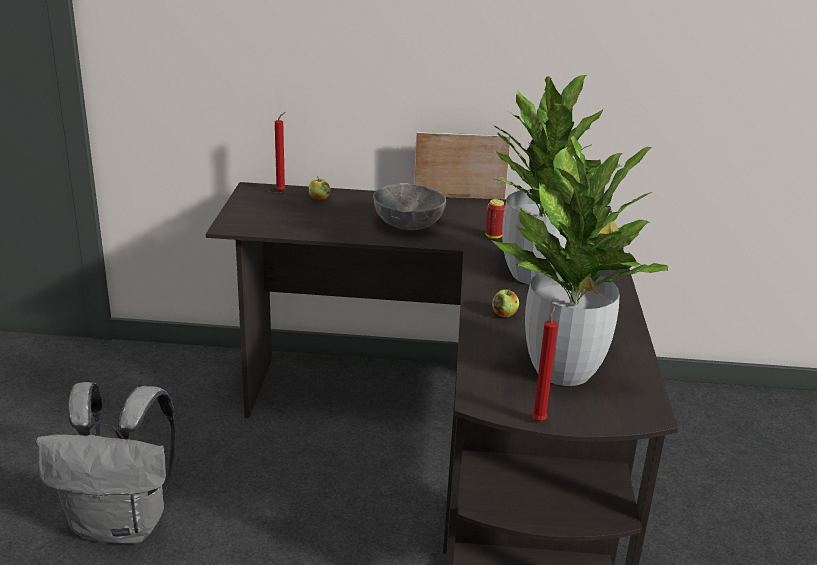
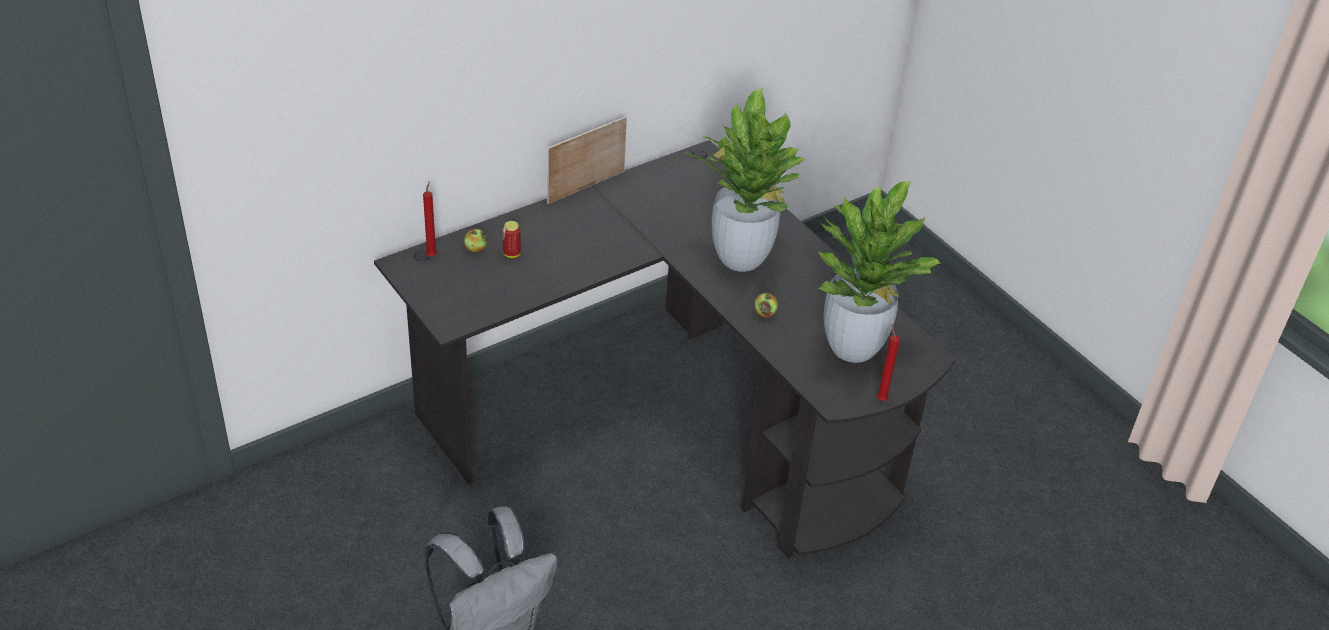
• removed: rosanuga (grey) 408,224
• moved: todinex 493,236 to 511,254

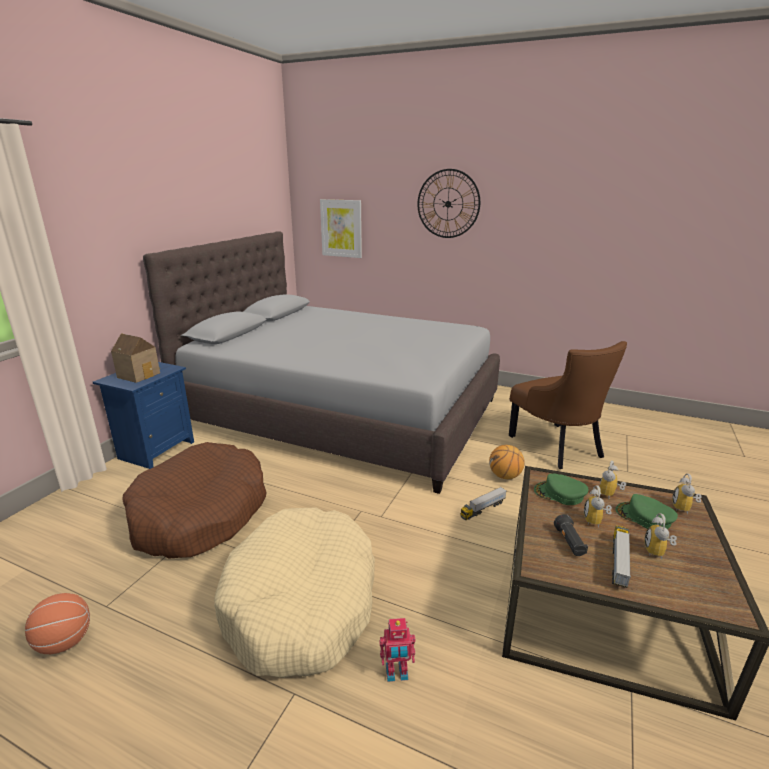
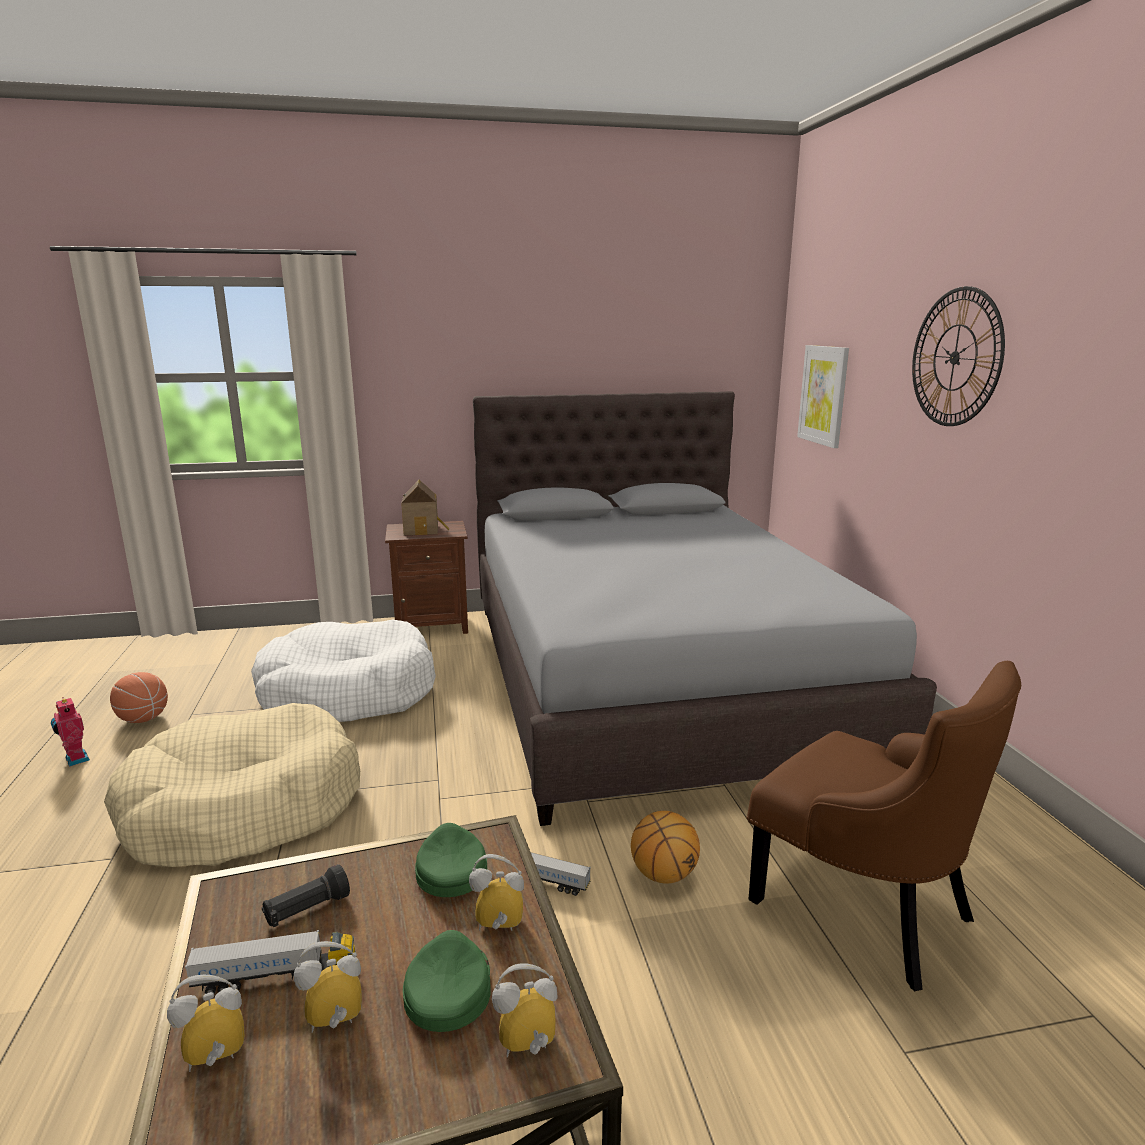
• recoloured: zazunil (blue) 155,450 to zazunil (brown) 431,625
• recoloured: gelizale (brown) 200,514 to gelizale (white) 347,692
• moved: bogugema 397,674 to 75,759
• turned: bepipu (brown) 555,445 = 858,906 75 degrees counterclockwise
• moved: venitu 596,521 to 214,1062

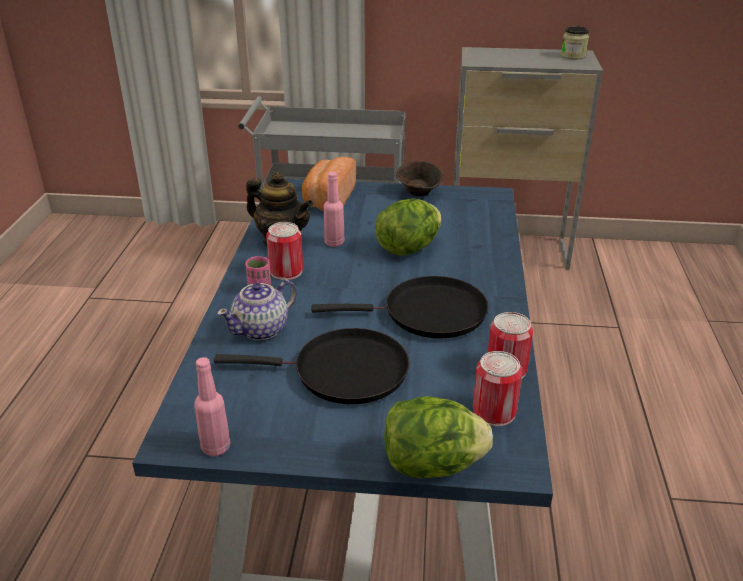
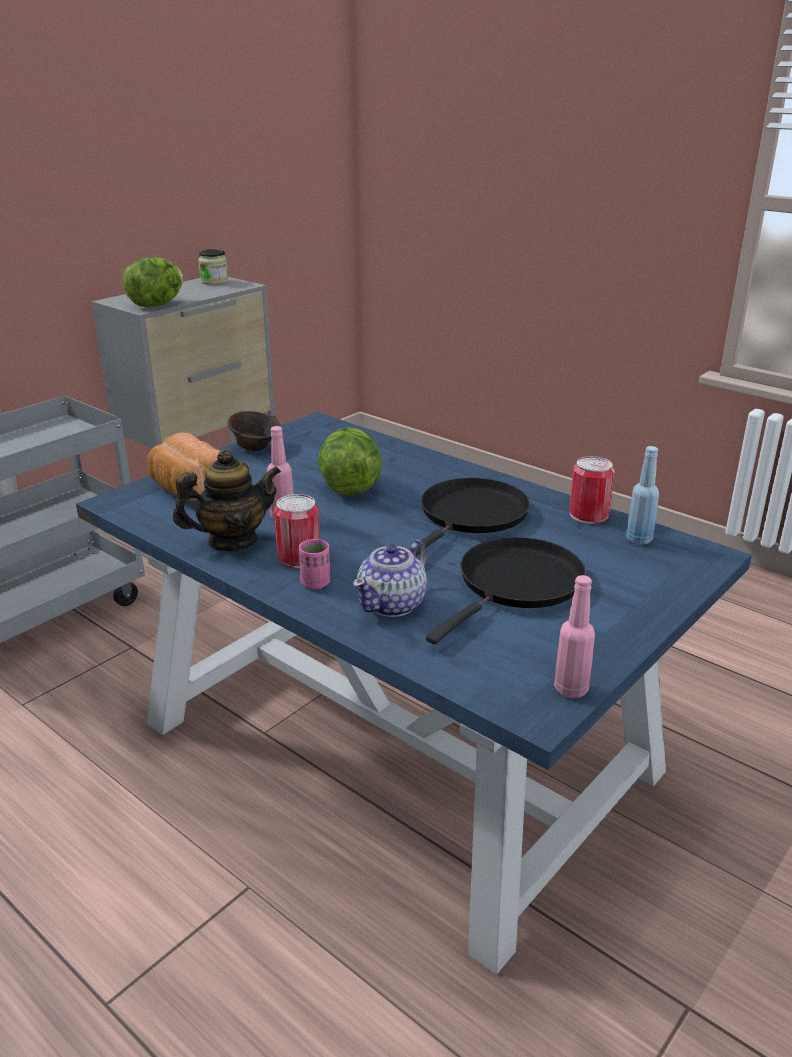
• turned: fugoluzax 262,329 = 393,604 45 degrees clockwise
• moved: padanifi 432,465 to 156,305
• replaced: todinex 494,411 to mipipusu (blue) 638,539

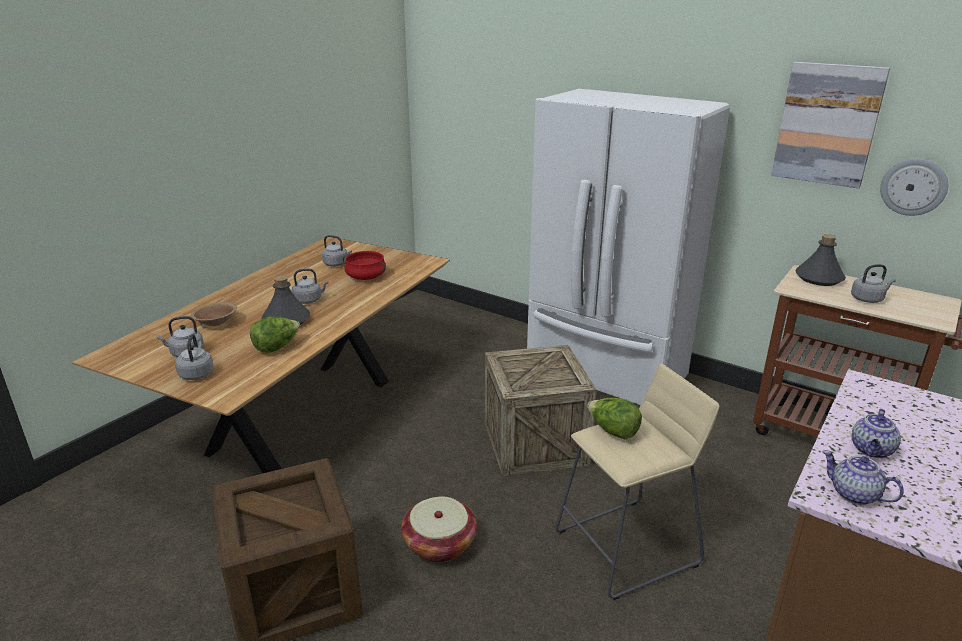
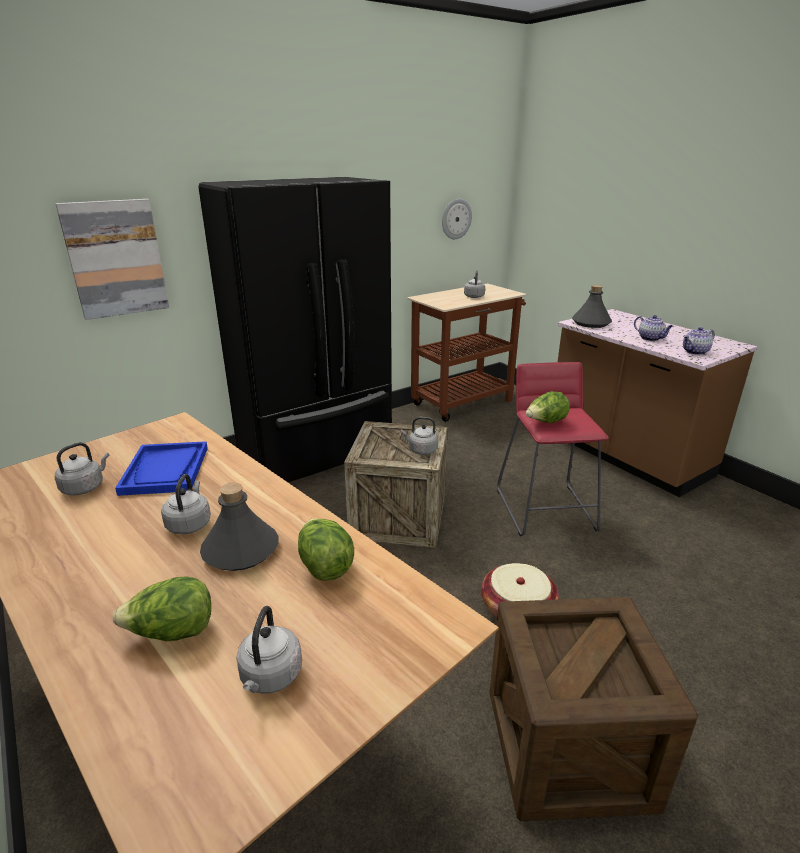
• moved: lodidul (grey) 197,373 to 421,450
• replaced: rosanuga (brown) 216,322 to padanifi 172,633
• replaced: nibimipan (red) 365,277 to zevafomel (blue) 165,470
• recoloured: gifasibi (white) 603,373 to gifasibi (black) 319,454
• recoloured: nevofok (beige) 626,547 to nevofok (red) 545,509
• moved: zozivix 827,124 to 115,259
• moved: mipipusu (grey) 819,278 to 591,323

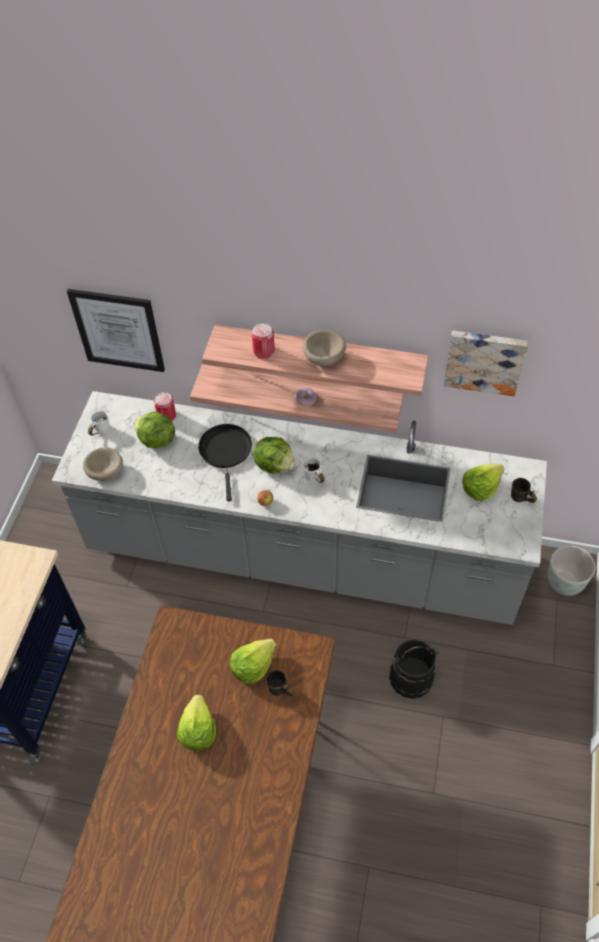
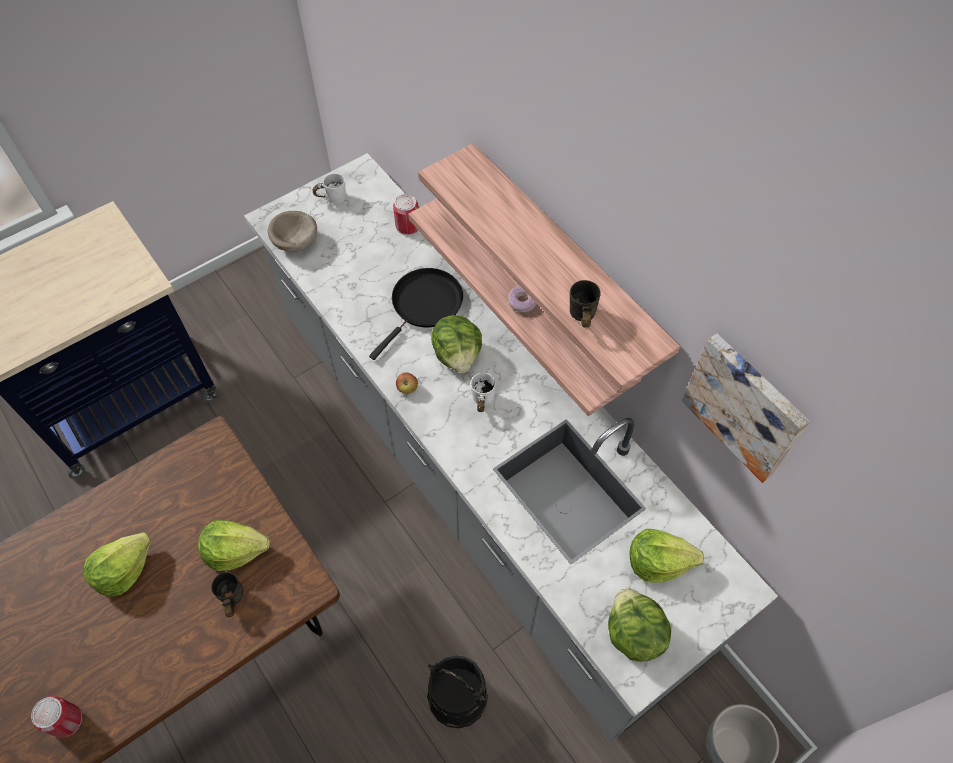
• removed: zozivix 118,330
• moved: padanifi 156,440 to 633,634
• moved: todinex 264,351 to 66,720
• removed: rosanuga (beige) 323,358
• moved: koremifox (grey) 520,500 to 579,317

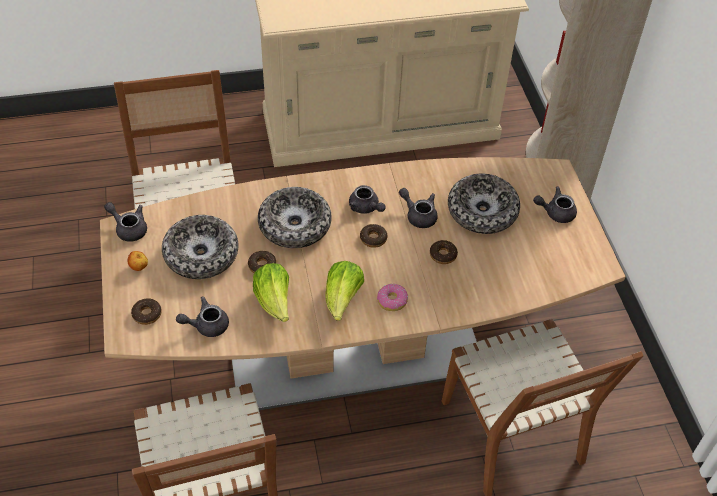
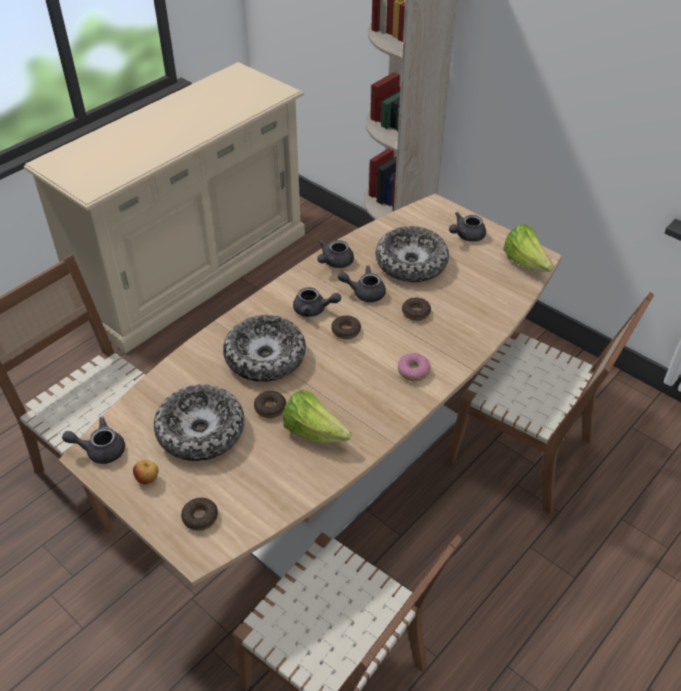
• moved: fugoluzax (grey) 206,325 to 334,262
• moved: padanifi 342,299 to 525,263

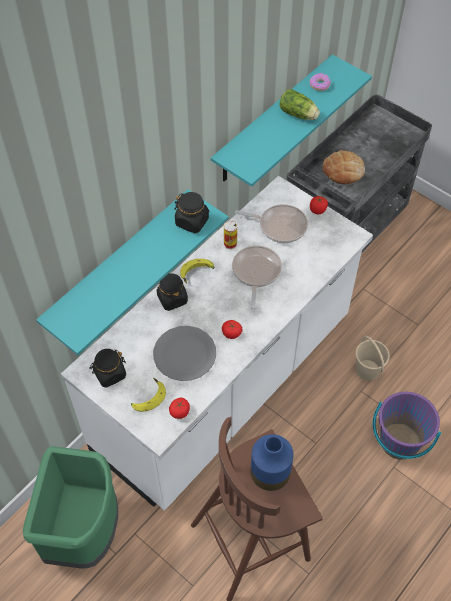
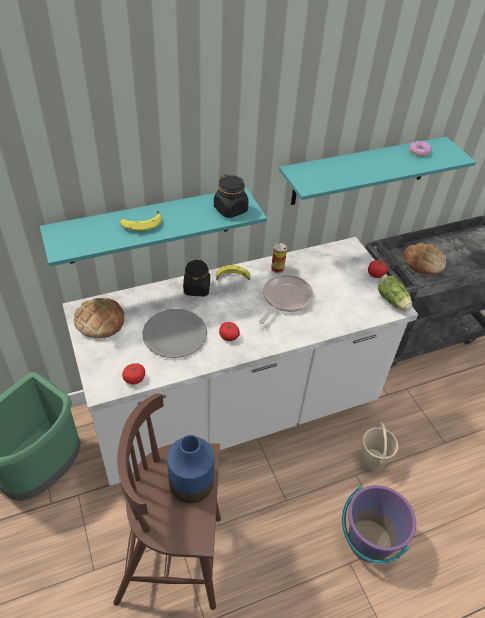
• replaced: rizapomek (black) 109,374 to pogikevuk 100,321
• moved: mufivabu 147,397 to 141,223
• removed: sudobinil 279,226
• moved: padanifi 299,114 to 393,302

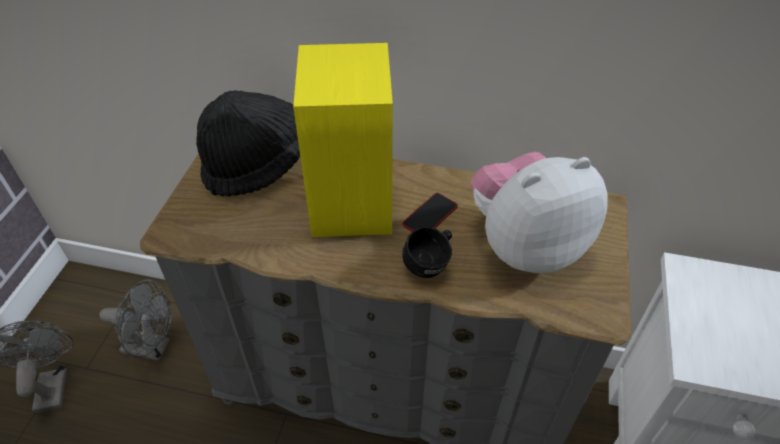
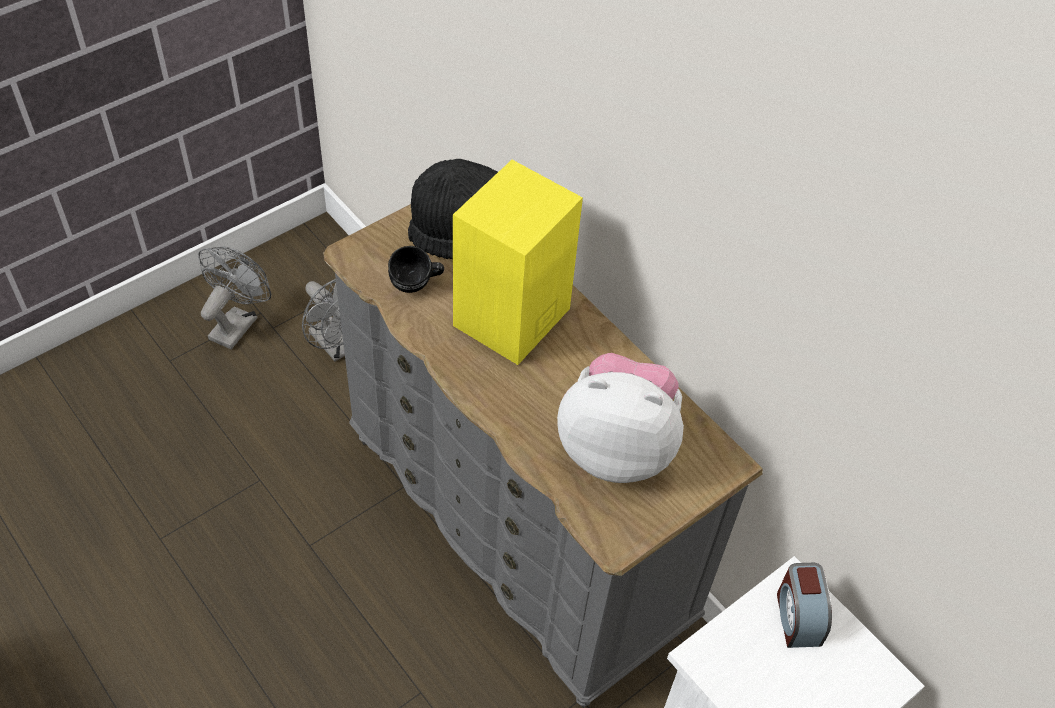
• removed: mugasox 430,216
• moved: koremifox (black) 431,265 to 416,285
• added: venitu 797,617

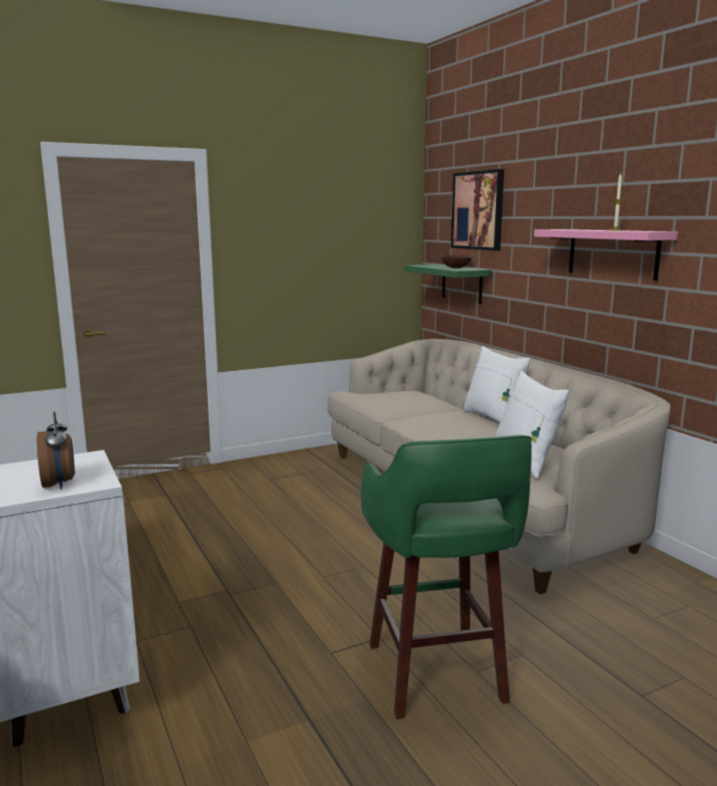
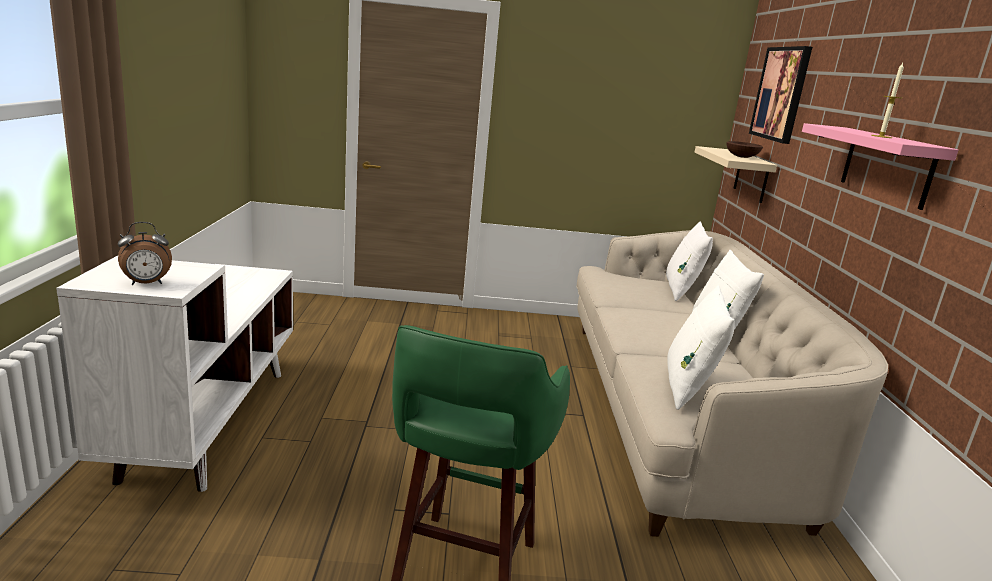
• turned: venitu 59,484 = 147,284 60 degrees clockwise
• recoloured: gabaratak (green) 462,283 to gabaratak (beige) 751,176
• added: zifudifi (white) 681,291

